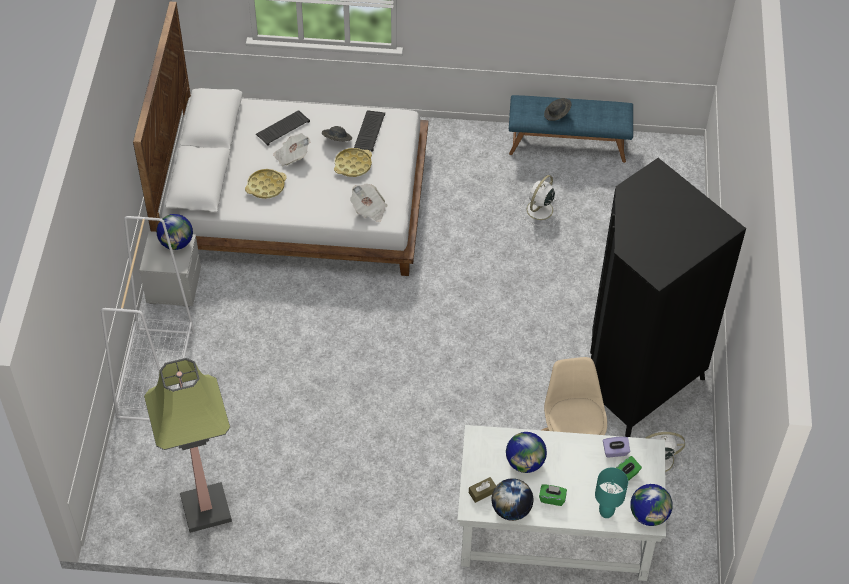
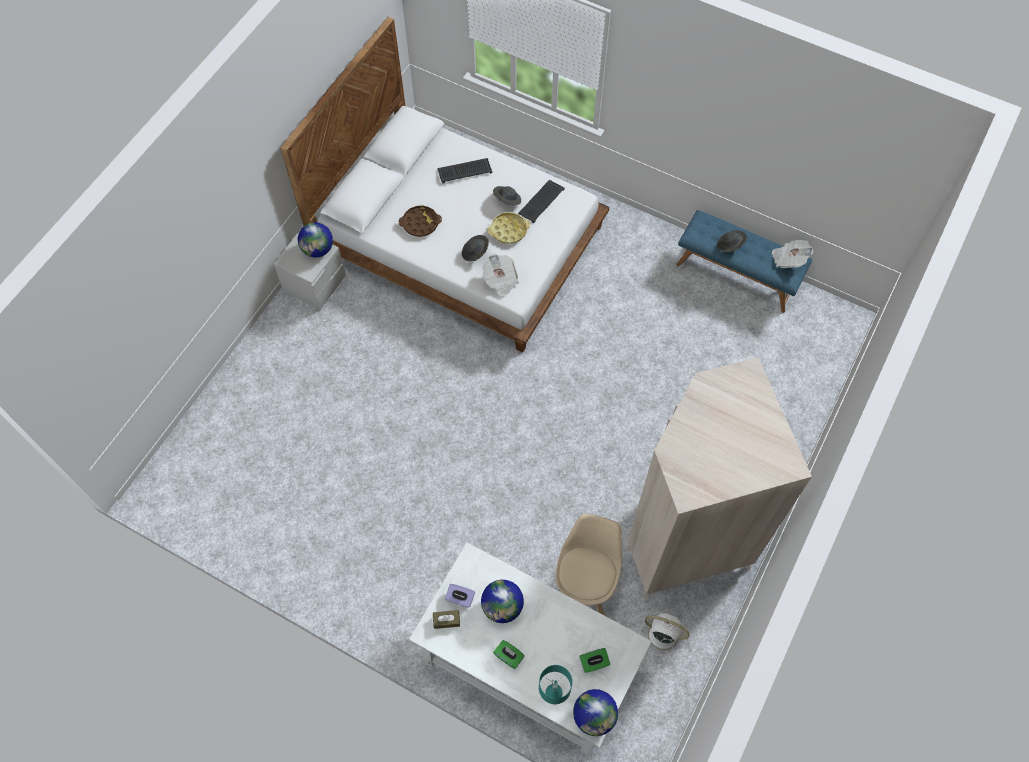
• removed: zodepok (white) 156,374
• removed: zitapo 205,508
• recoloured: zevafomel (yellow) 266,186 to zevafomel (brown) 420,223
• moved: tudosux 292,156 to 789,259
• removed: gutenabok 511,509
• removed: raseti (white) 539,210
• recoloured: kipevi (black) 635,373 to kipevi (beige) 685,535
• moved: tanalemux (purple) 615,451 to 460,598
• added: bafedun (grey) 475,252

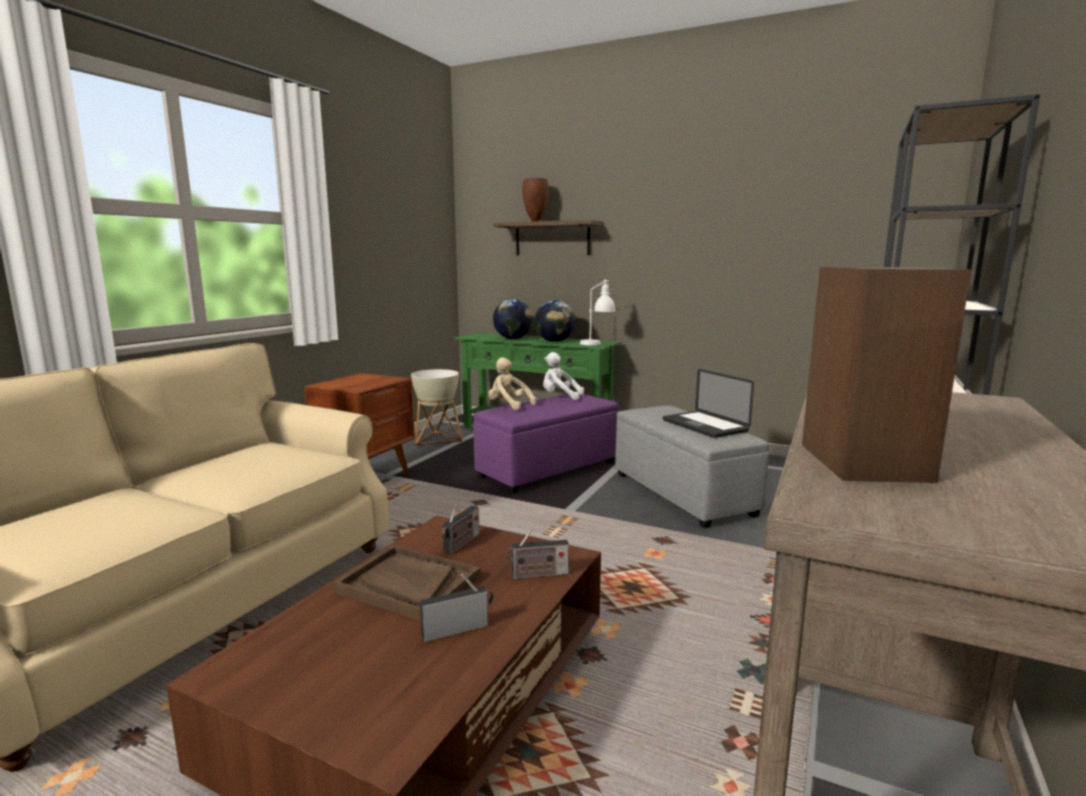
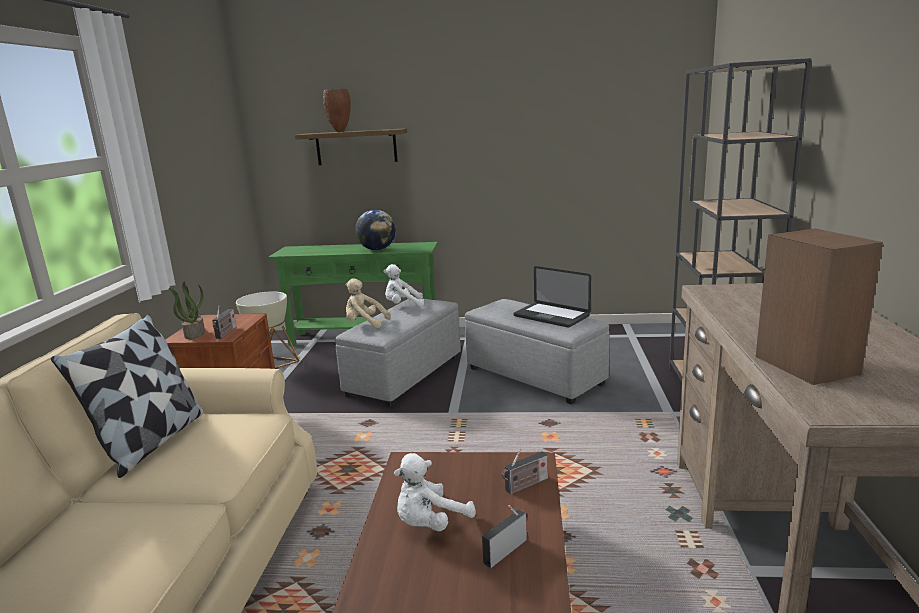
• replaced: zevafomel (brown) 408,585 to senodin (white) 430,523
• moved: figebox 461,544 to 226,333
• recoloured: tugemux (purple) 549,469 to tugemux (grey) 405,375
• removed: gutenabok 513,338
• removed: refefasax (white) 597,344
• added: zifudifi 151,442
• added: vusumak 194,334

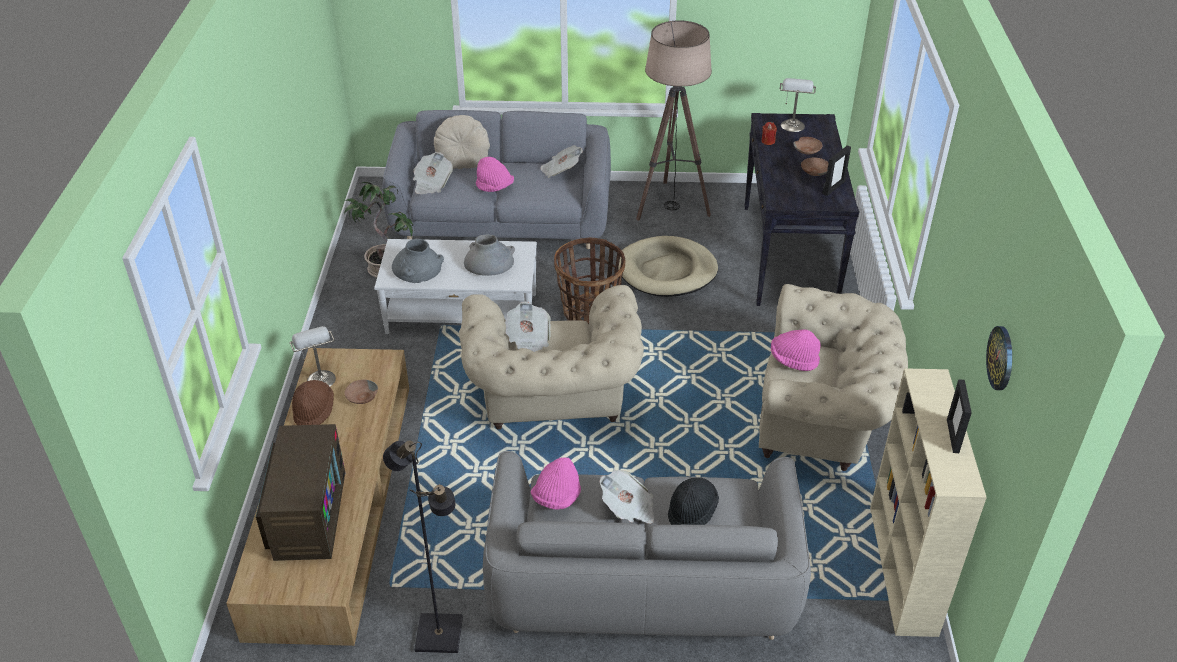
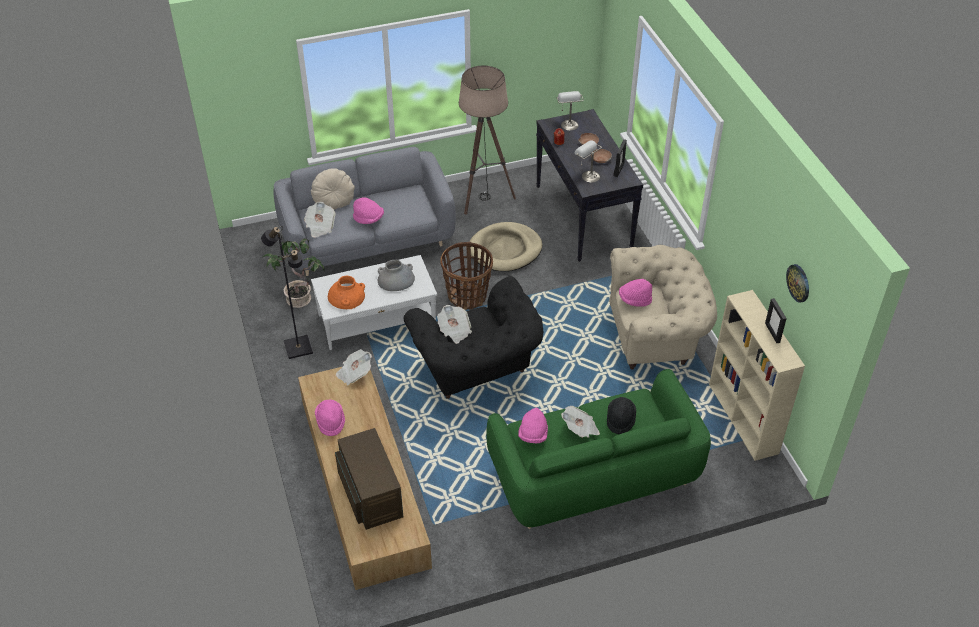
• moved: refefasax (white) 318,376 to 587,174
• recoloured: bafedun (brown) 314,411 to bafedun (pink) 330,422
• removed: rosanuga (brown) 361,397
• moved: zitapo (black) 439,634 to 298,347
• recoloured: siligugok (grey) 417,267 to siligugok (orange) 346,296
• recoloured: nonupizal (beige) 553,407 to nonupizal (black) 477,372
• recoloured: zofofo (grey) 642,587 to zofofo (green) 593,476
• moved: tudosux 561,171 to 354,373

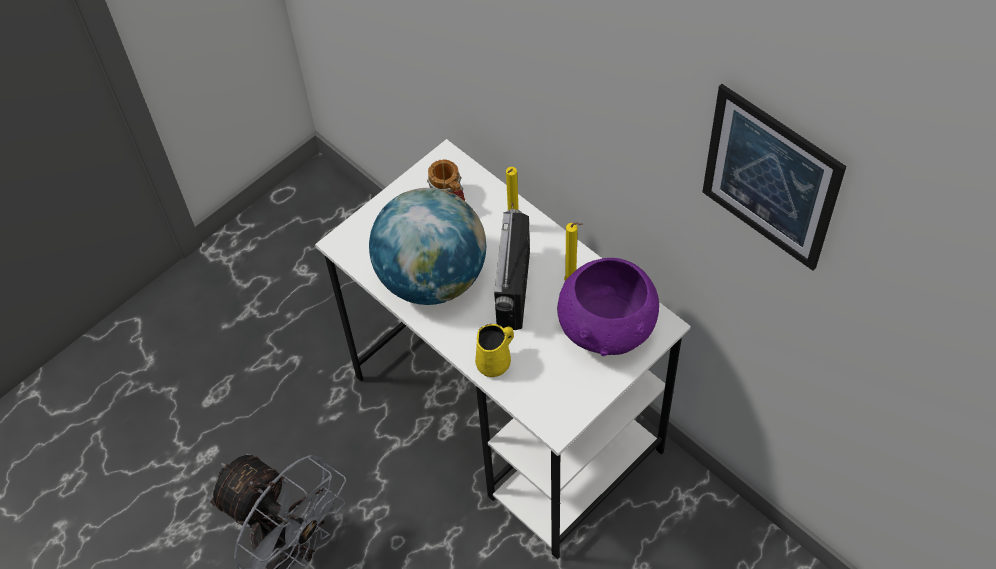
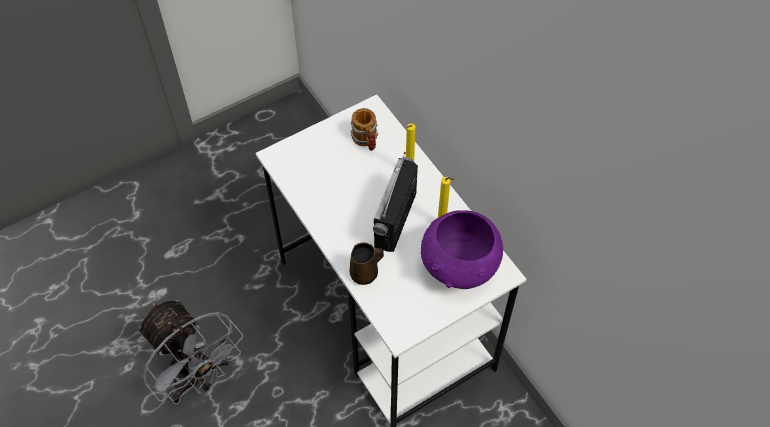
• removed: gutenabok 432,278
• recoloured: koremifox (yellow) 495,363 to koremifox (brown) 365,273
• removed: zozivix 770,178

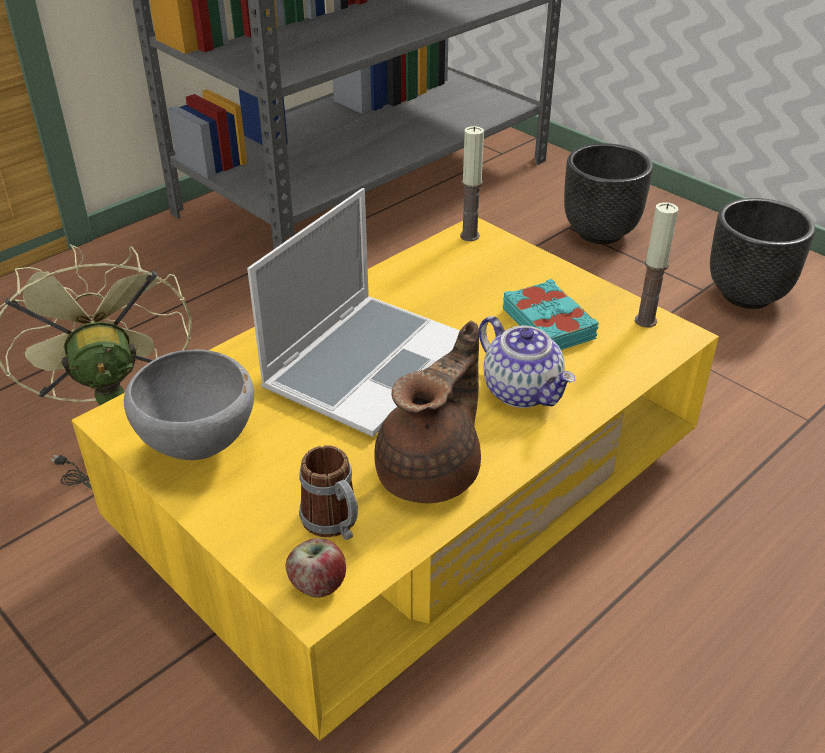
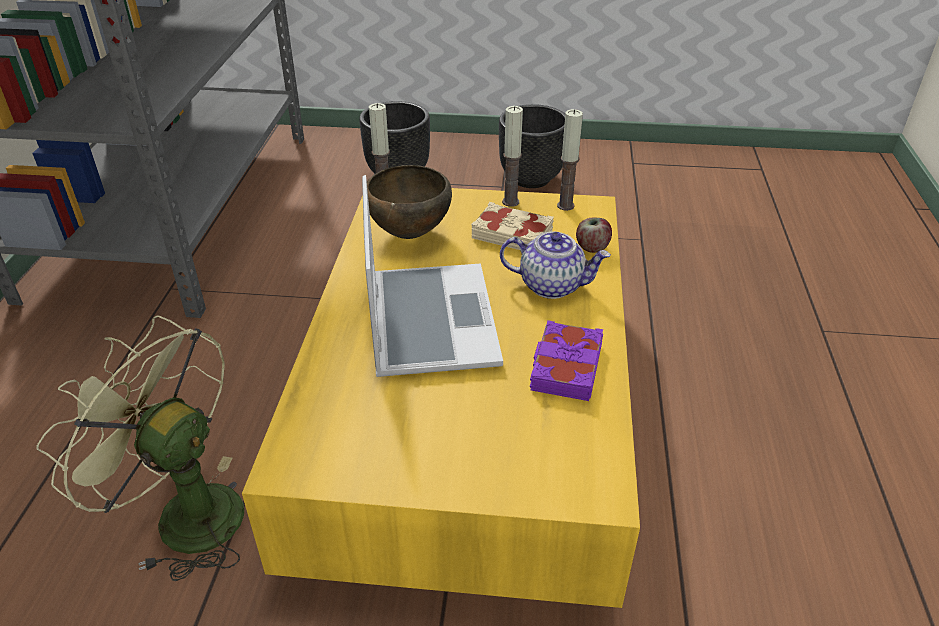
• removed: rosanuga (grey) 201,448
• moved: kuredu 318,584 to 592,248
• removed: koremifox 335,524
• replaced: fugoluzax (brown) 432,471 to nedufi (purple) 565,367
• recoloured: nedufi (turquoise) 549,323 to nedufi (beige) 512,234
• added: rosanuga (brown) 409,234
• added: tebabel 510,202

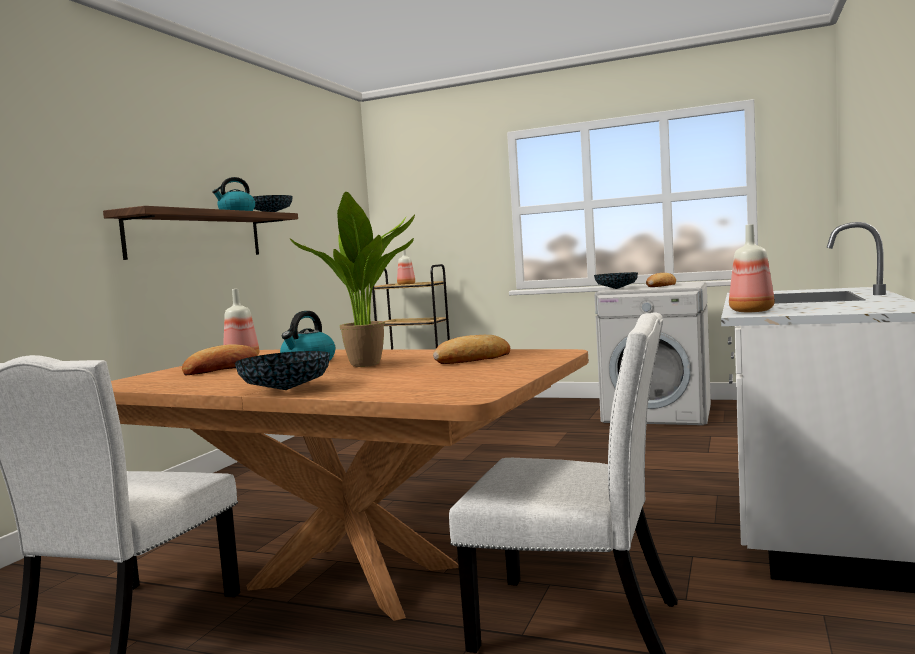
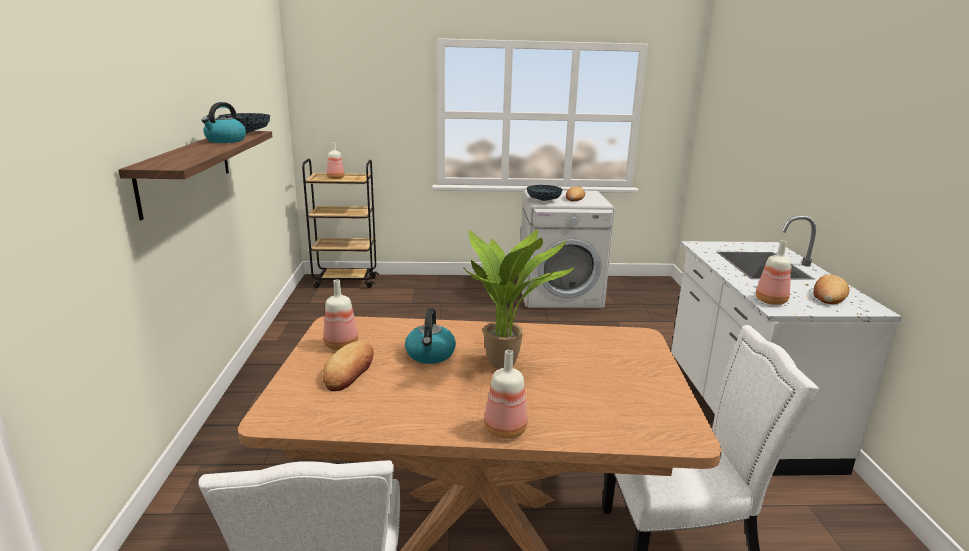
• replaced: rosanuga 286,390 to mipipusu 504,430
• moved: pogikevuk 473,359 to 828,294

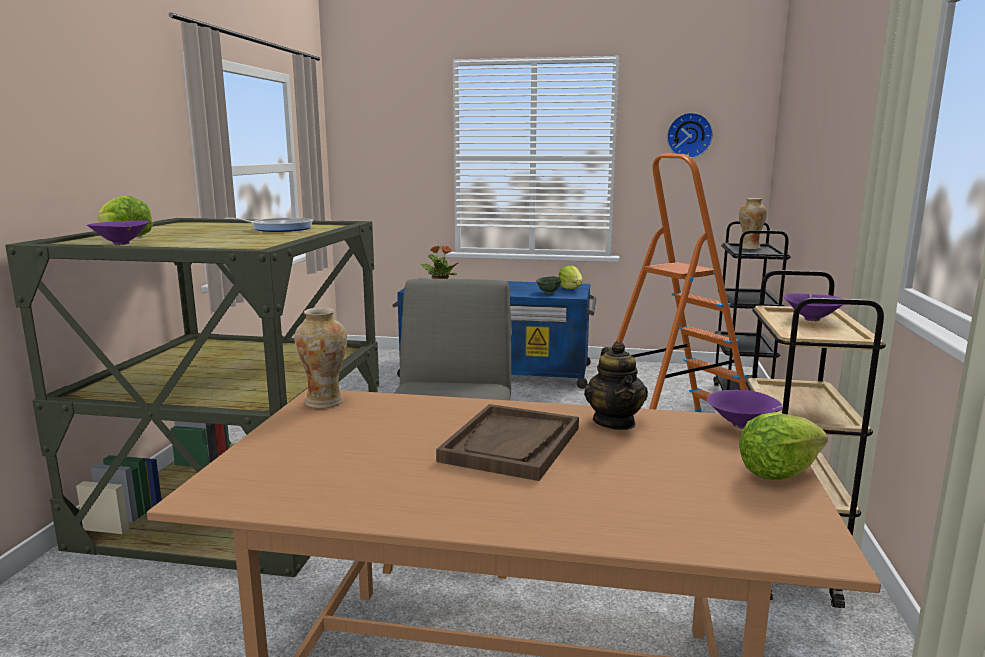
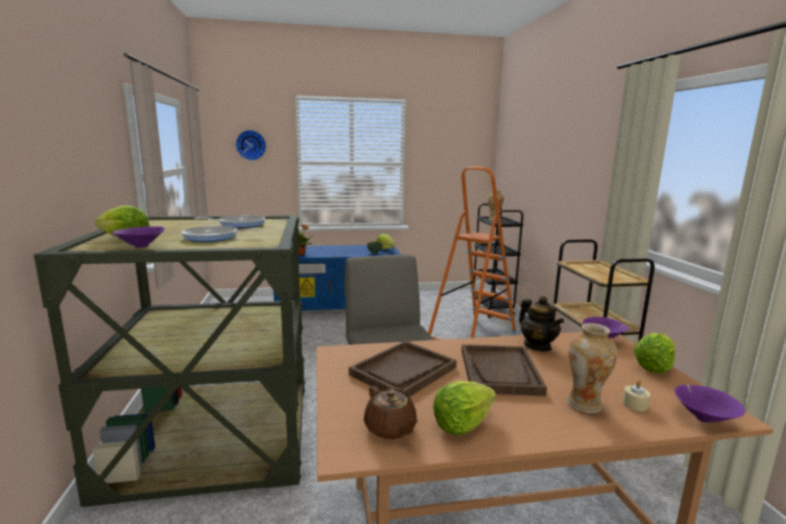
• moved: siligugok 324,402 to 584,404
• moved: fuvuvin 689,135 to 251,145
• moved: rosanuga (purple) 812,319 to 702,418
• added: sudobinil 214,237
• added: zevafomel (brown) 403,371
• added: fugoluzax (brown) 390,428
• added: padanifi 462,424
• added: tebabel (beige) 634,404

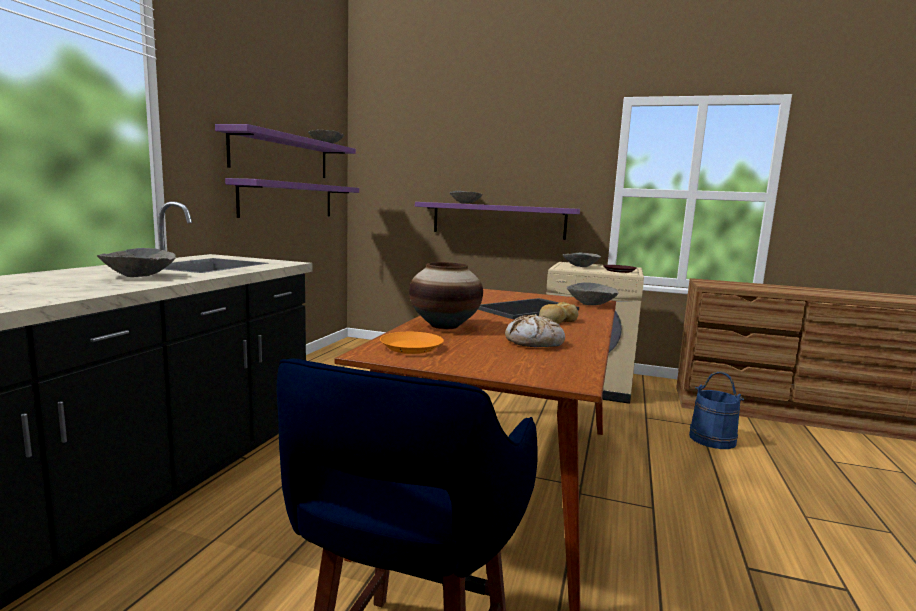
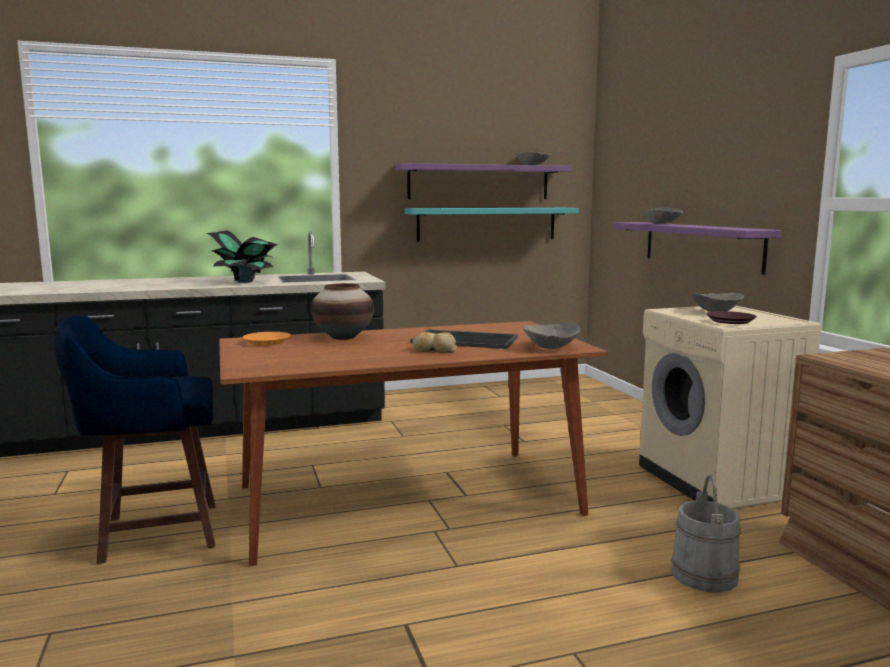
• replaced: rosanuga (grey) 139,276 to vusumak 245,281
• recoloured: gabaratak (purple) 288,200 to gabaratak (turquoise) 487,224
• removed: pogikevuk 534,342
• recoloured: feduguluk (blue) 712,439 to feduguluk (grey) 704,575

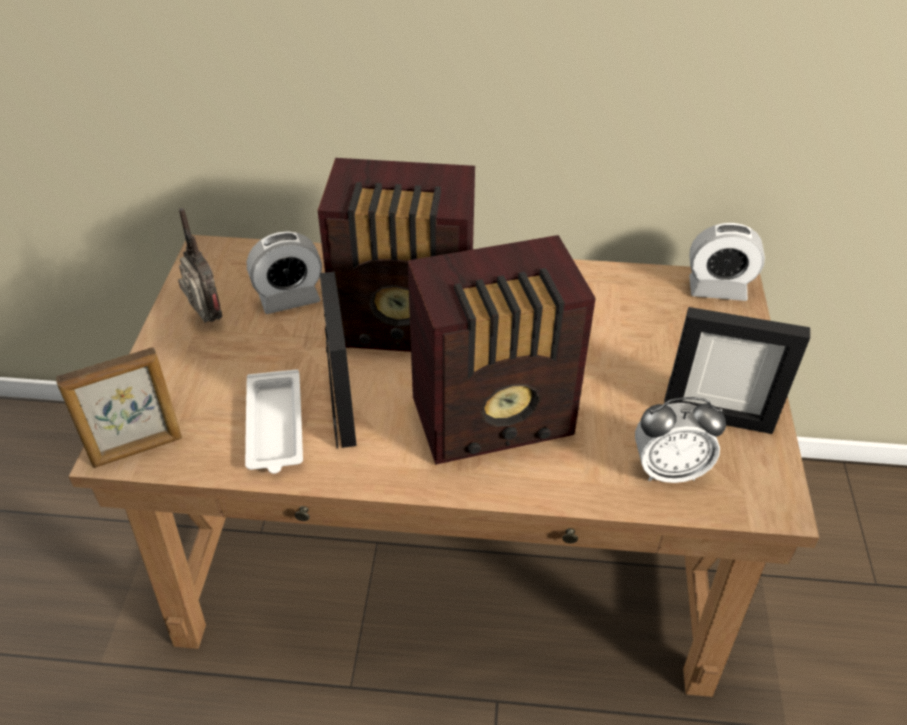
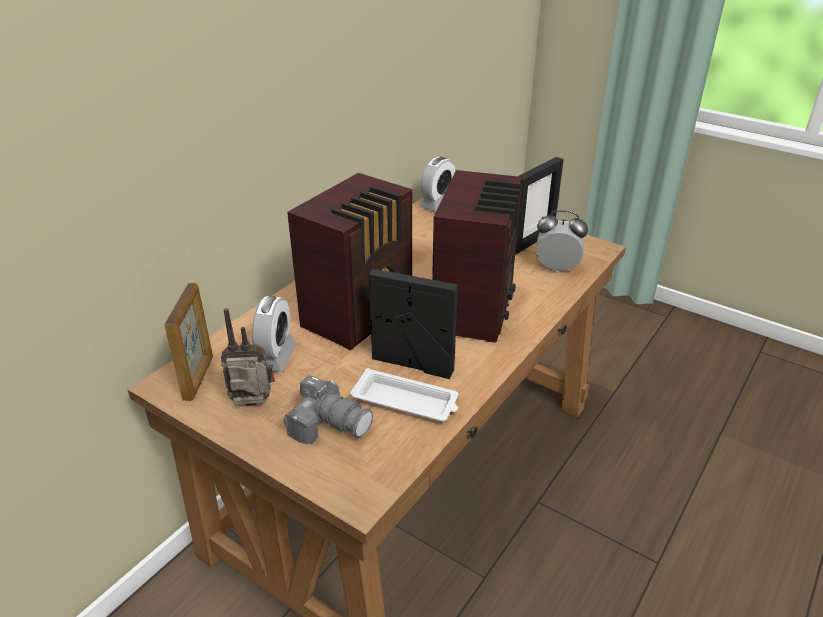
• moved: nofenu 138,450 to 199,377
• turned: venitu 669,470 = 557,268 105 degrees counterclockwise
• added: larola 329,424

